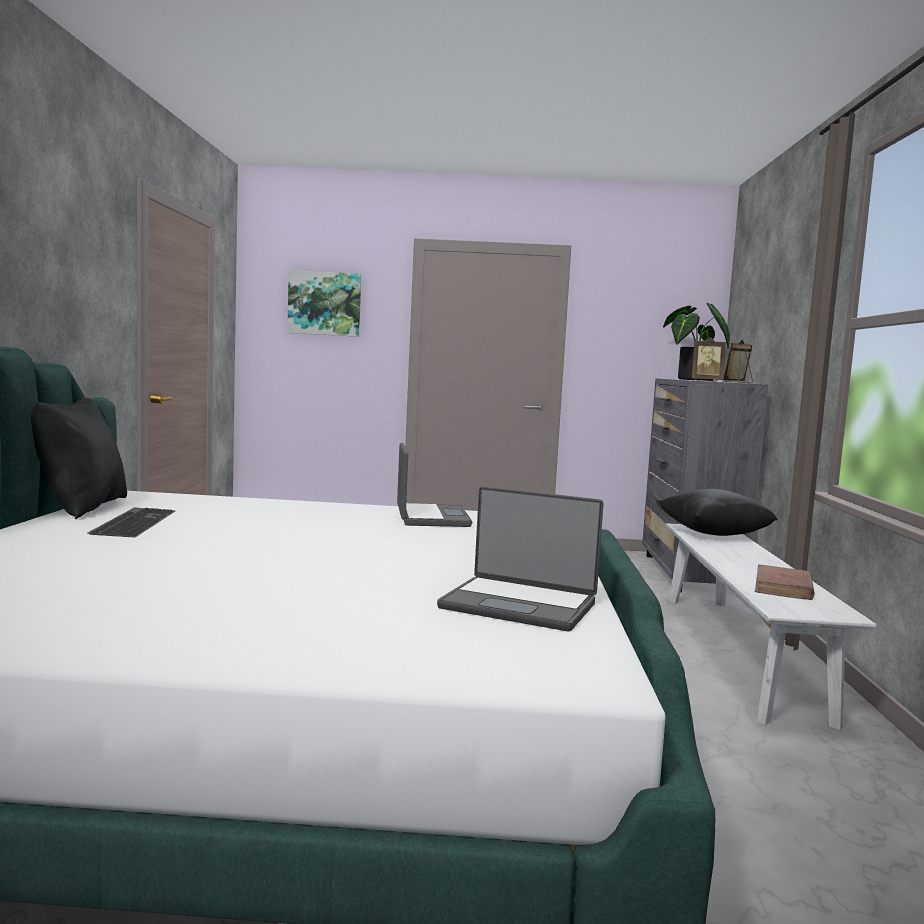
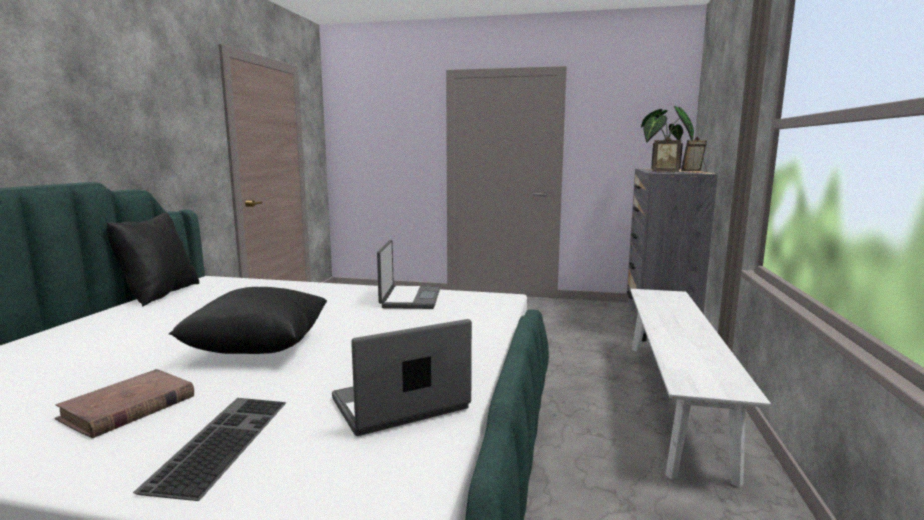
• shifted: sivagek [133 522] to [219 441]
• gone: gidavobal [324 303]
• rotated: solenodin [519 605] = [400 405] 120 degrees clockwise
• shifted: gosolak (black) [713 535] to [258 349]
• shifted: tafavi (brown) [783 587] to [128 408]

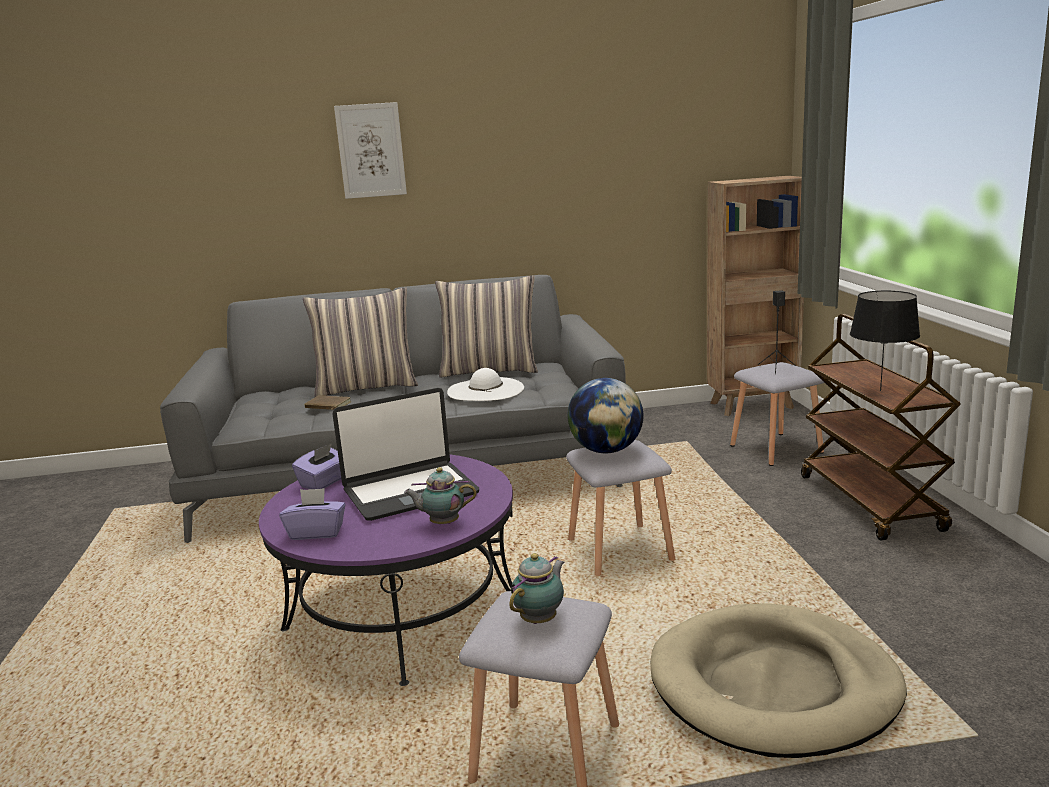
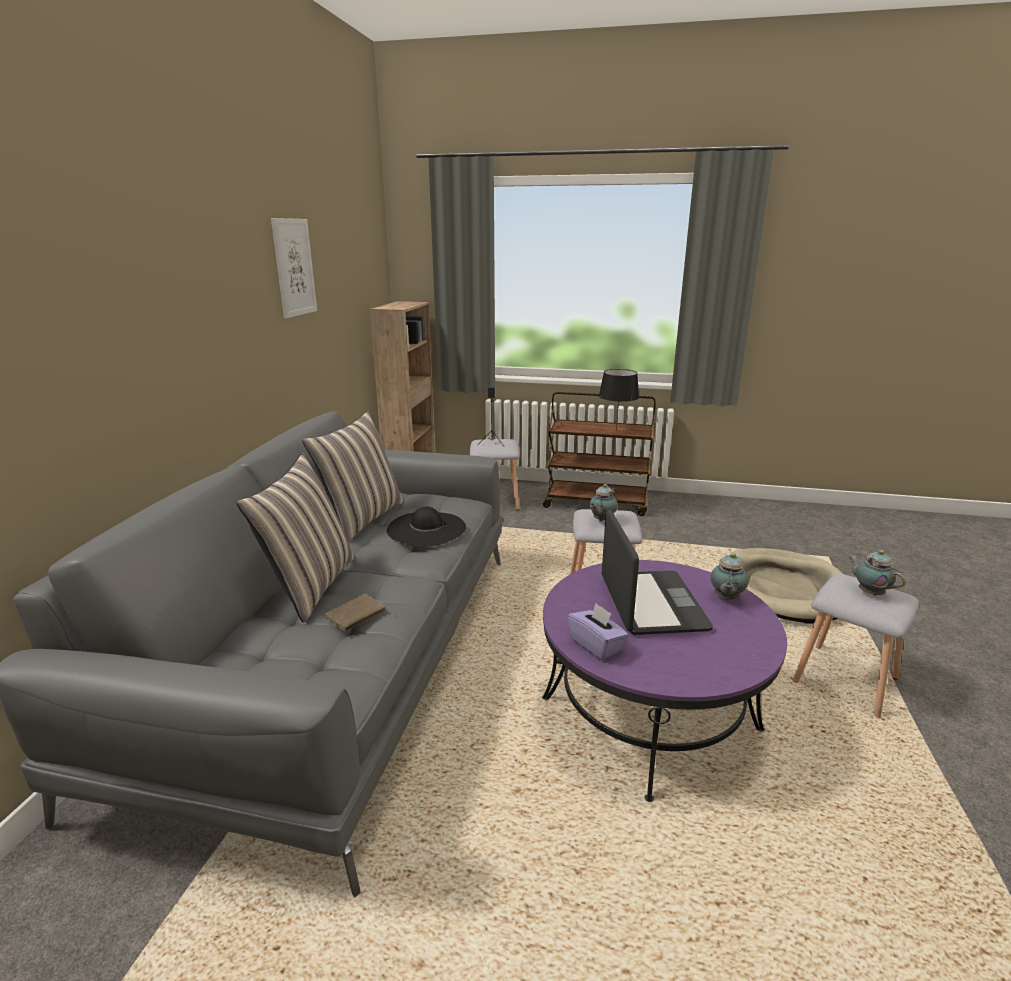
• gone: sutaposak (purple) [316 532]
• shifted: gidavobal [371 150] to [294 267]
• repainted: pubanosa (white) [485 390] to pubanosa (black) [426 528]
• swapped: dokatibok [606 450] to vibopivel [601 520]

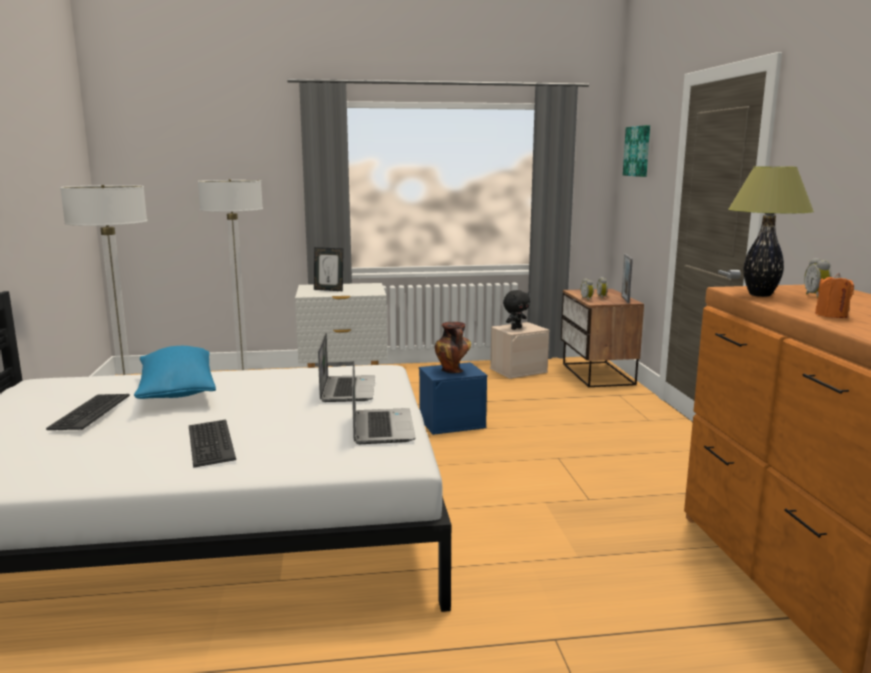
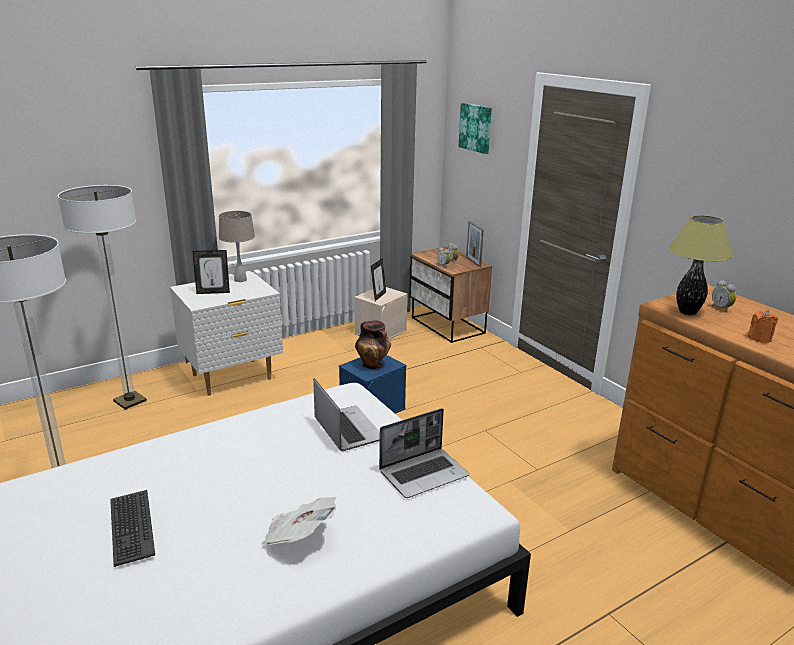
• gone: gosolak (blue) [177 391]
• swapped: sivagek [210 443] to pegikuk [299 536]
• rotated: solenodin [381 427] = [424 473] 90 degrees clockwise
• swapped: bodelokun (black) [515 328] to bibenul [378 296]
• new: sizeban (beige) [240 279]

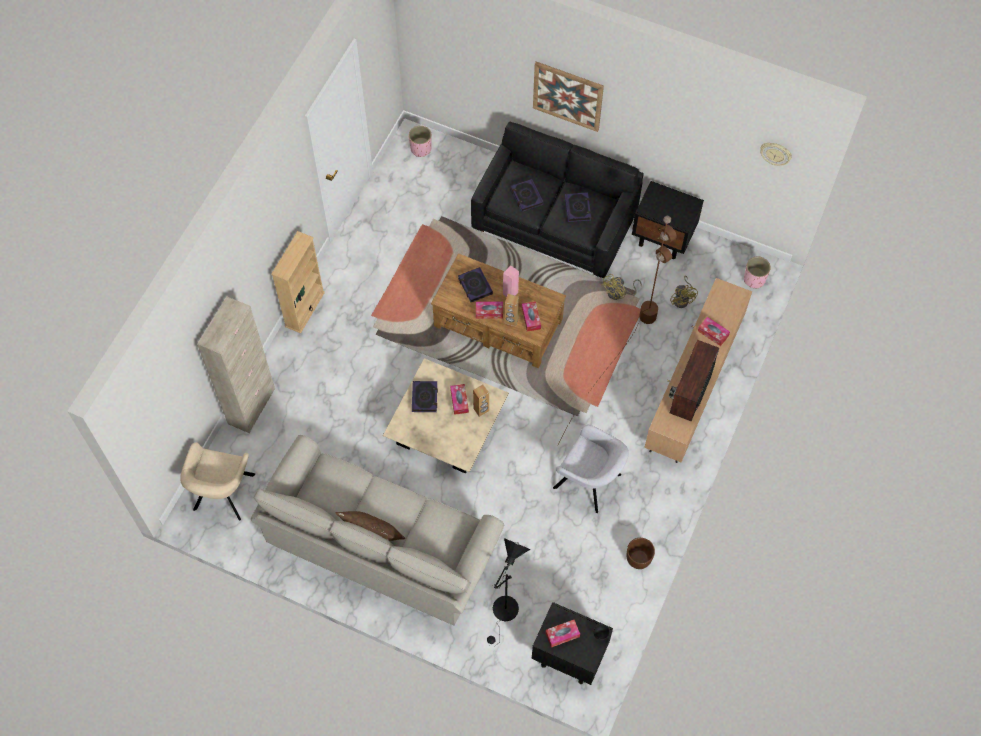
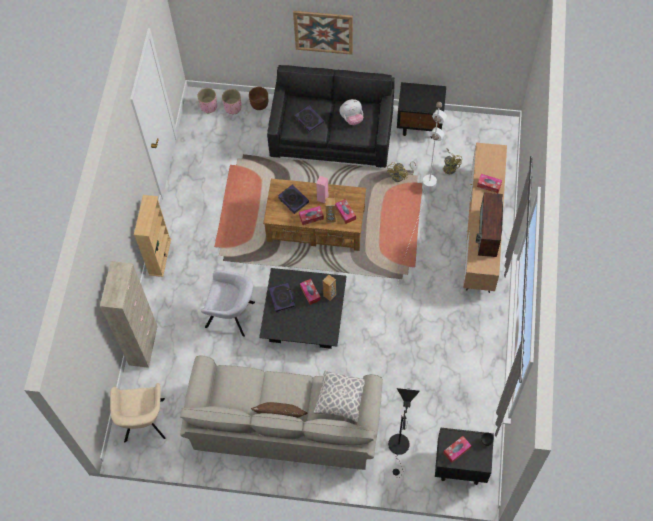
• repainted: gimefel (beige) [446 427] to gimefel (black) [304 317]
• shifted: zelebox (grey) [589 482] to [232 315]
• repainted: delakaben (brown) [622 350] to delakaben (white) [418 219]
• swapped: tafavi [577 208] to bodelokun [351 118]
• shifted: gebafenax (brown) [639 558] to [259 104]
• shifted: gebafenax (pink) [754 279] to [233 107]
• gone: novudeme [775 153]
• new: gosolak [341 400]

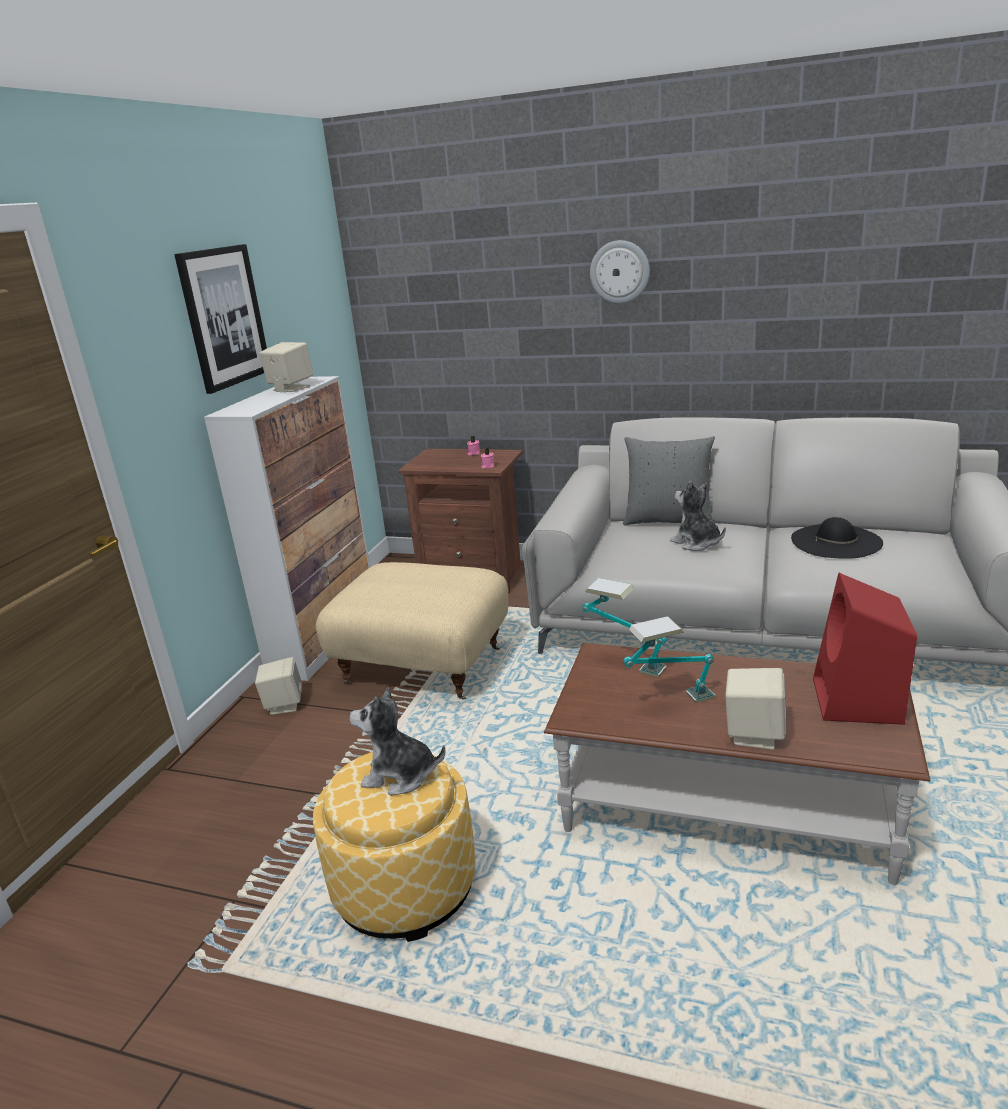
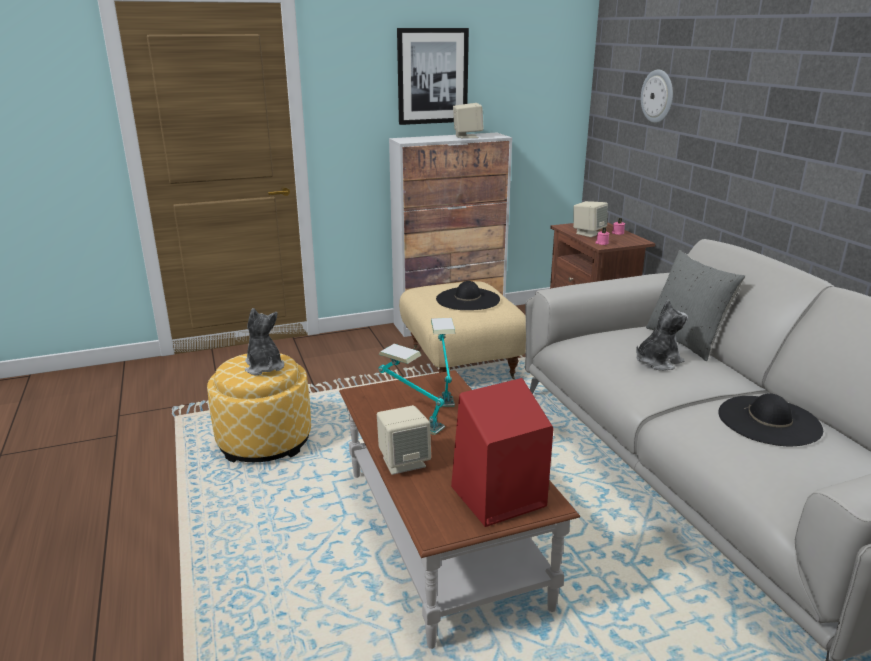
• shifted: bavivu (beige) [283 705] to [588 233]
• shifted: novudeme [619 272] to [658 96]
• rotated: bodelokun [696 543] = [657 362] 45 degrees clockwise
• new: pubanosa (black) [468 299]

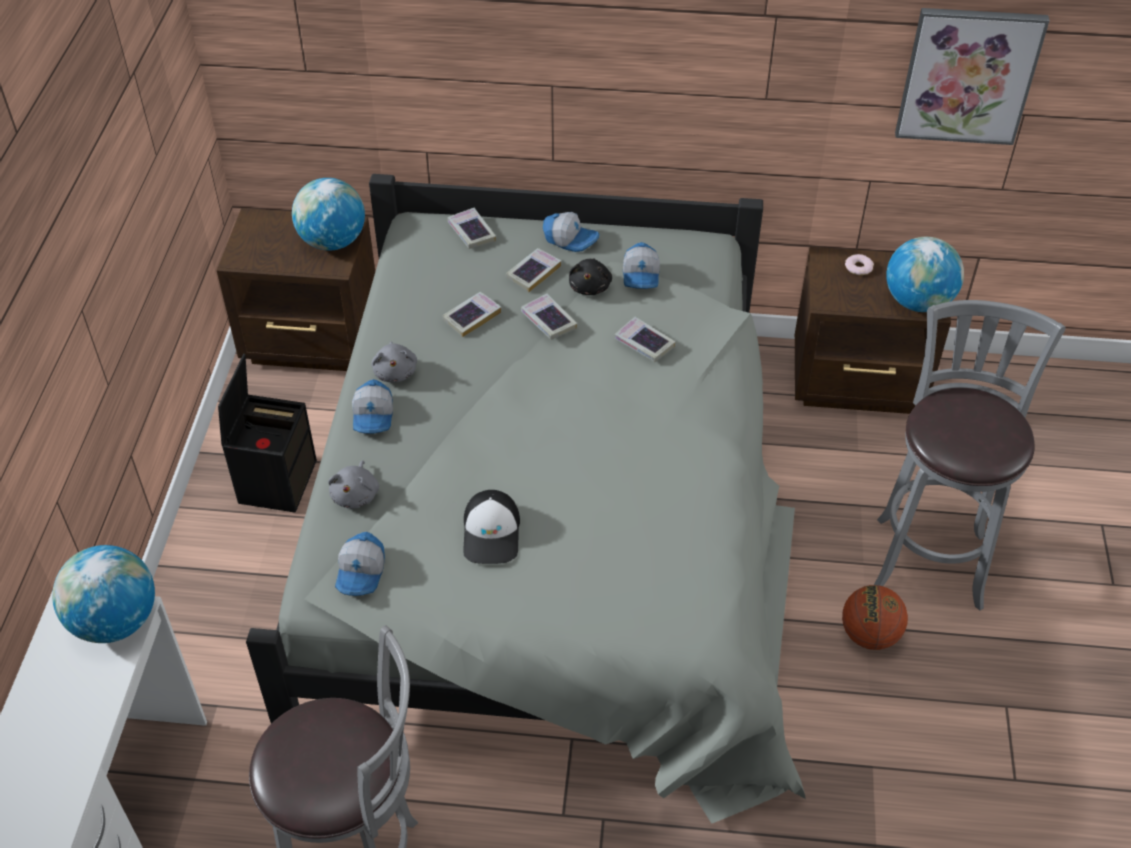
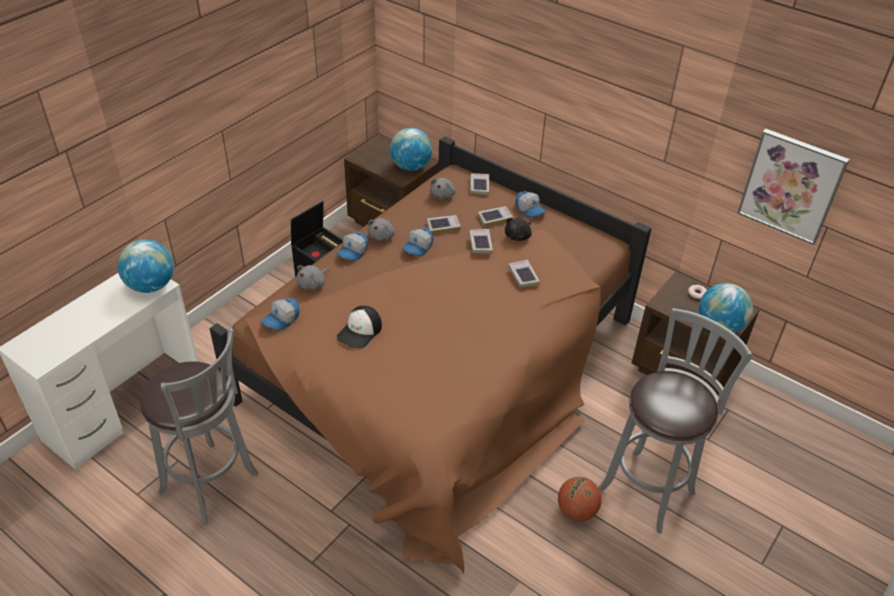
• repainted: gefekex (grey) [555 531] to gefekex (brown) [441 370]
• shifted: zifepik [642 275] to [418 247]
• new: bodelokun (grey) [443 195]

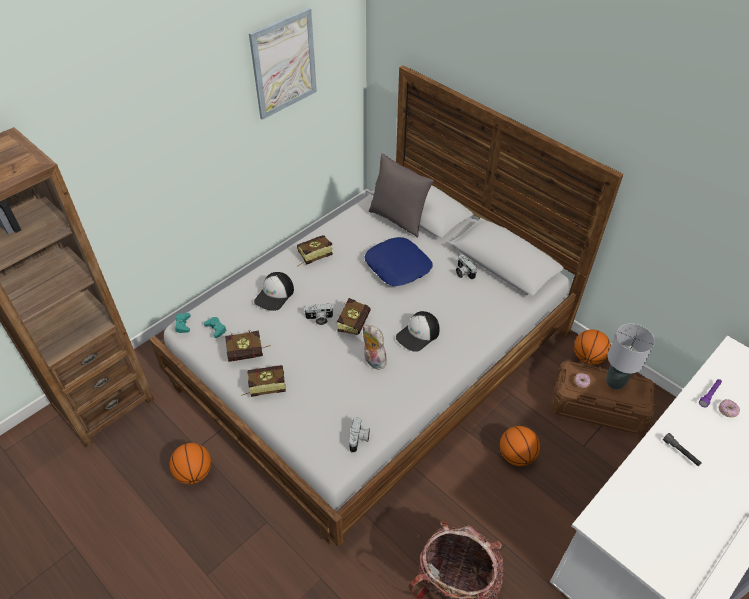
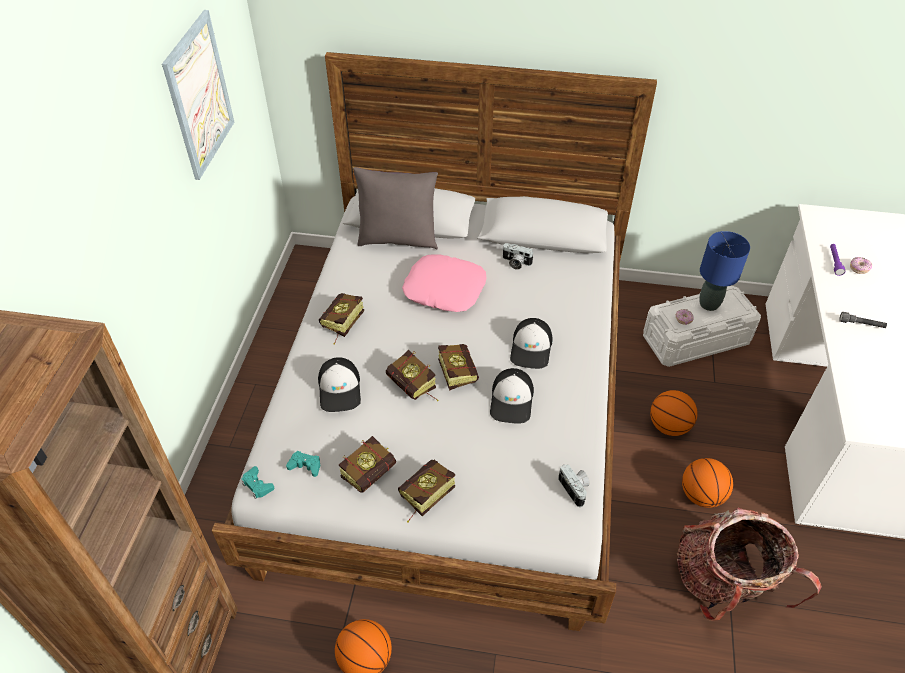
• swapped: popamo [319 319] to tafavi [415 388]
• swapped: bodelokun [373 360] to zifepik [512 400]
• repainted: gosolak (blue) [398 266] to gosolak (pink) [445 289]
• repainted: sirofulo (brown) [597 407] to sirofulo (white) [695 339]
• shifted: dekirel [588 357] to [701 495]
• repainted: sizeban (grey) [614 382] to sizeban (blue) [708 304]

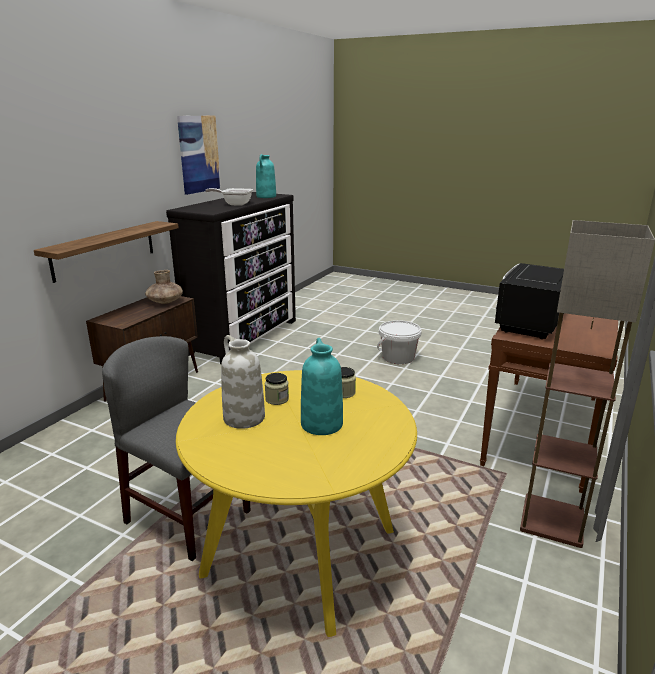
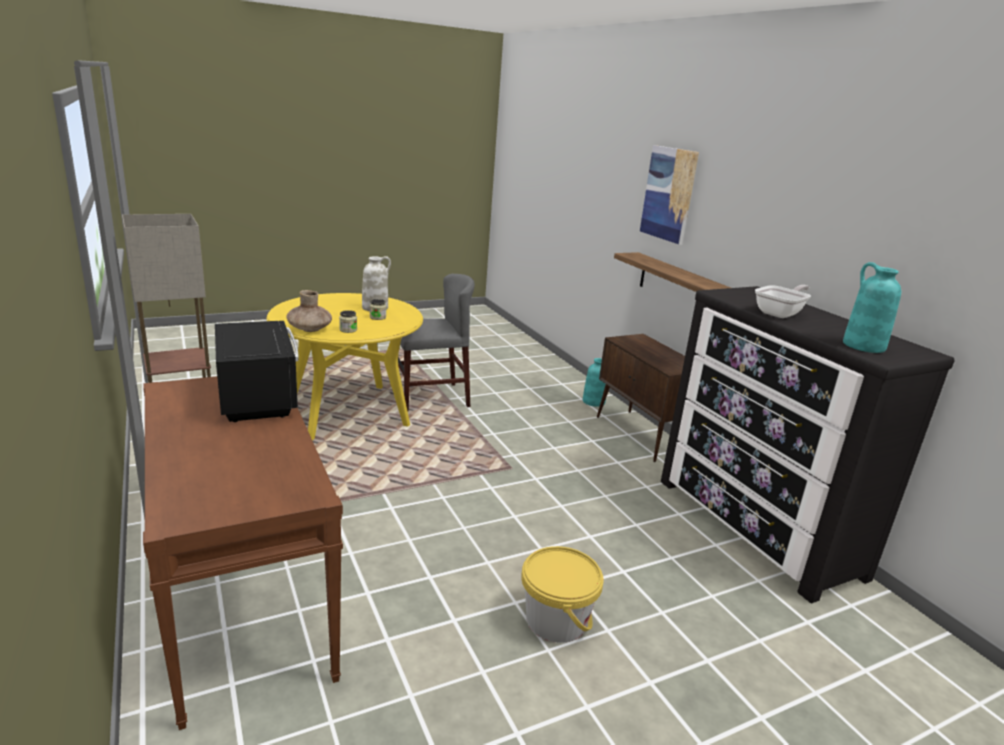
• shifted: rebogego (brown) [165 302] to [310 329]
• shifted: gidavobal [199 154] to [668 194]
• shifted: rebogego (turquoise) [321 424] to [594 401]
• repainted: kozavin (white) [398 357] to kozavin (yellow) [556 620]

